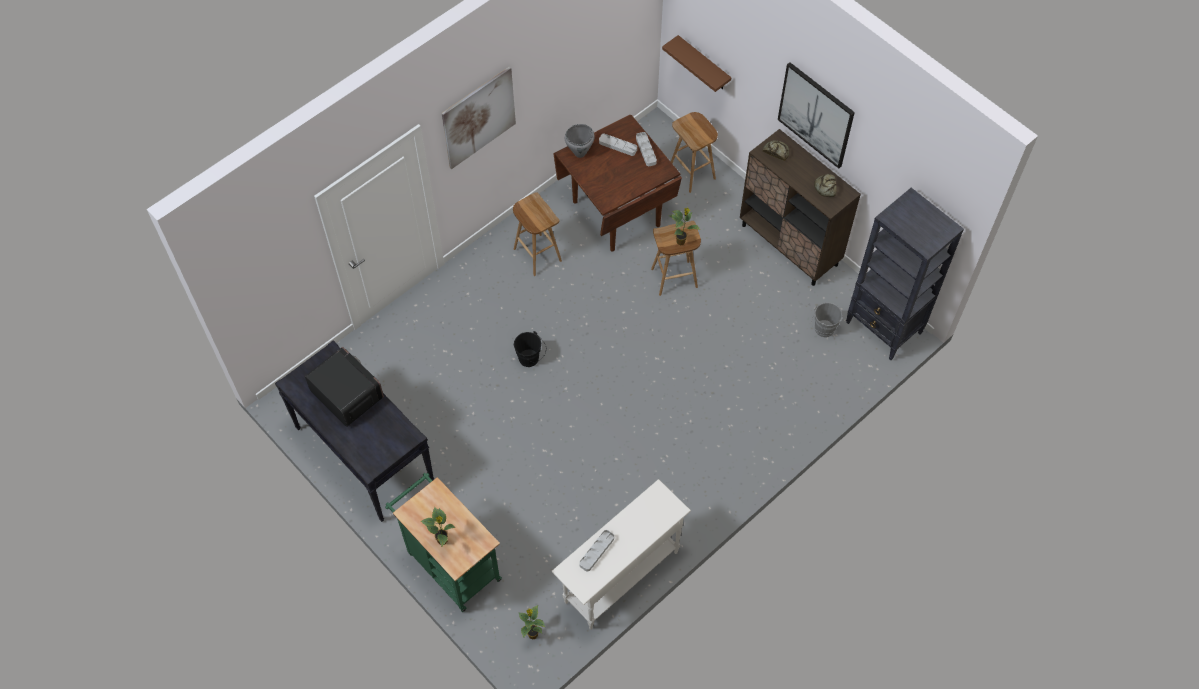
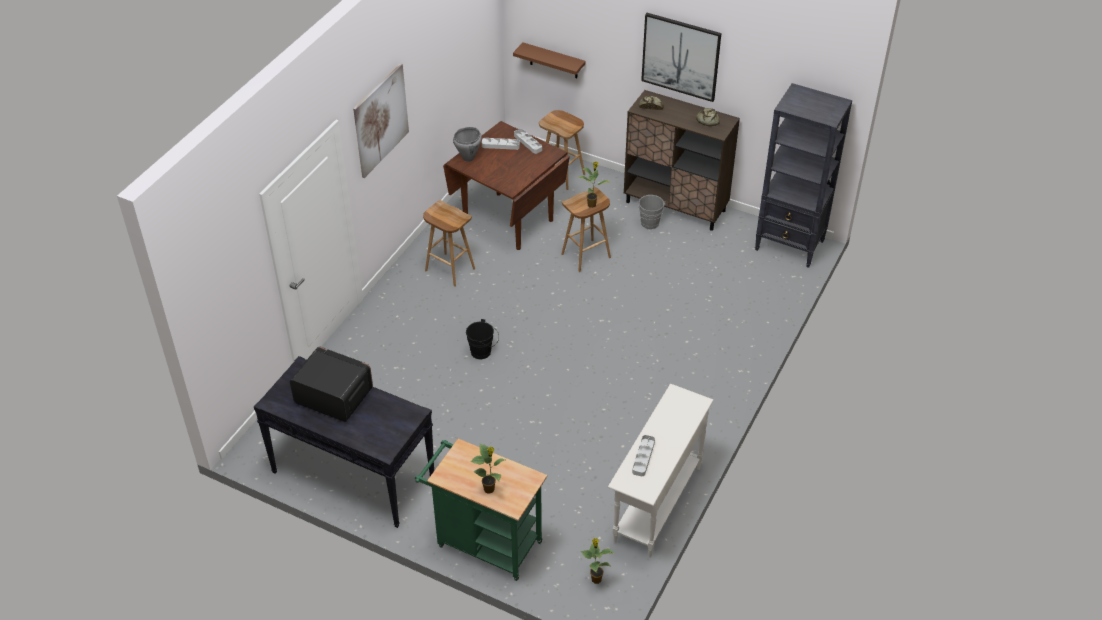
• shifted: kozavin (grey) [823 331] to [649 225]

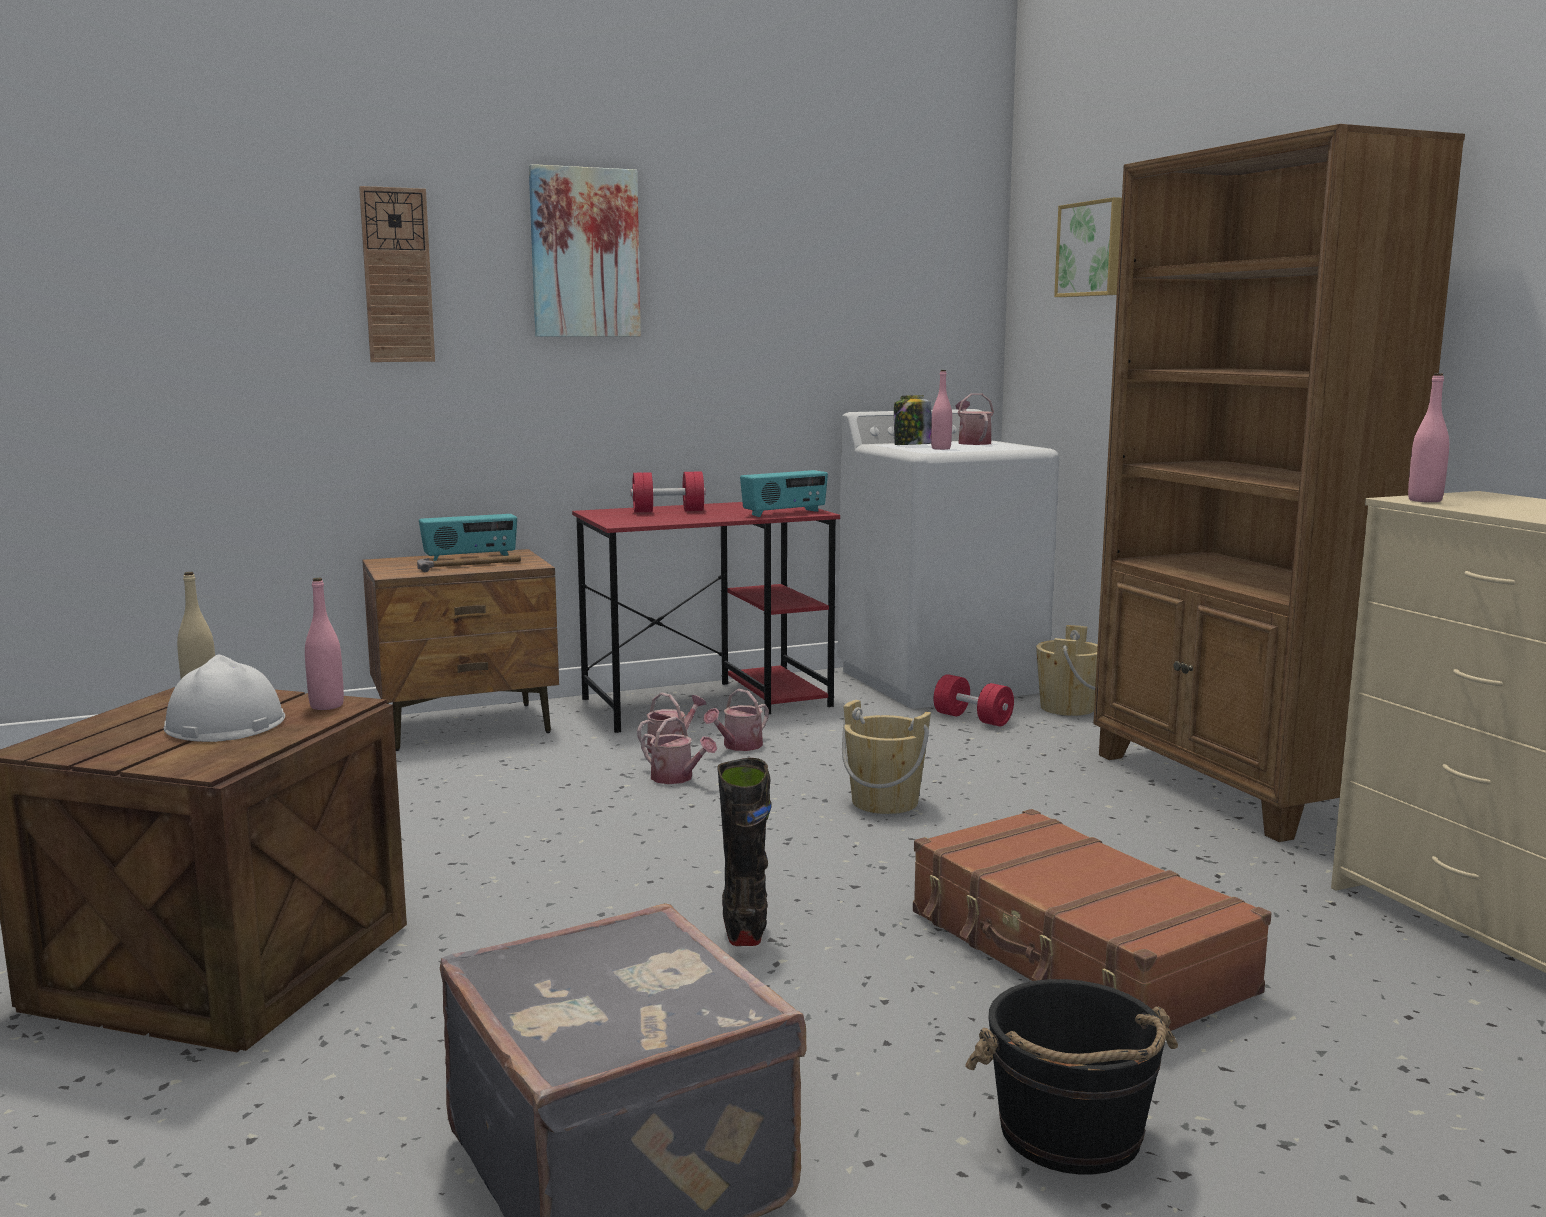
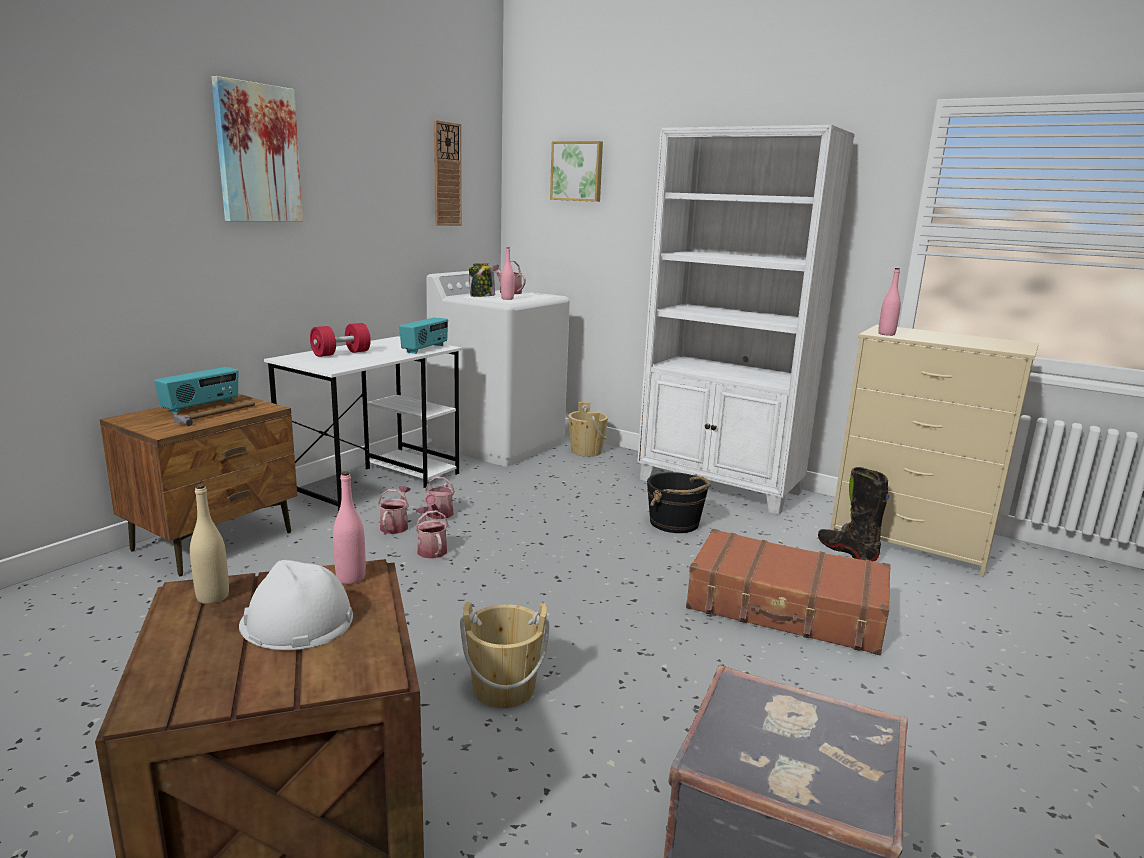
• shifted: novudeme [397 276] to [447 174]
• repainted: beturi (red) [708 702] to beturi (white) [375 485]
• rotated: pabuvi [677 778] = [430 549] 120 degrees counterclockwise
• shifted: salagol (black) [744 923] to [847 551]
• shifted: kozavin (beige) [884 802] to [504 688]
• gone: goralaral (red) [972 719]
• shifted: kozavin (black) [1071 1134] to [675 523]
• repainted: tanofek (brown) [1231 787] to tanofek (white) [720 487]

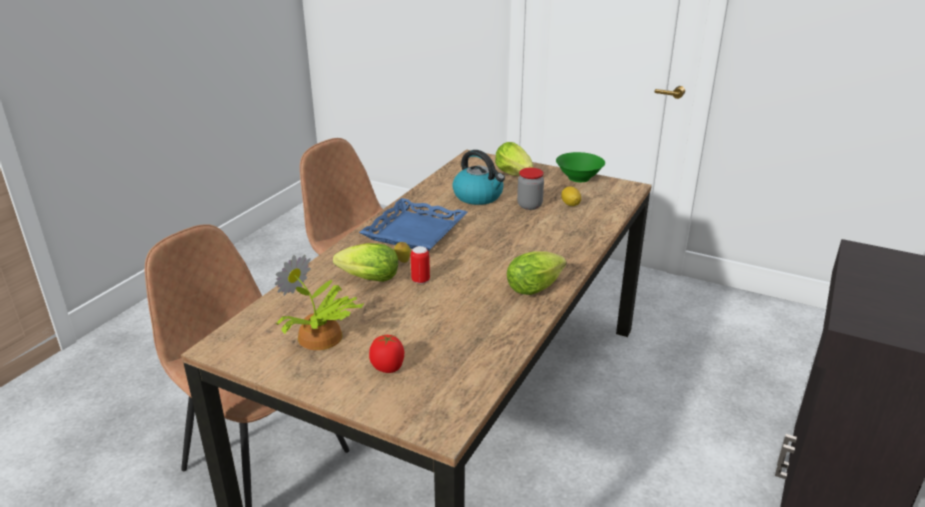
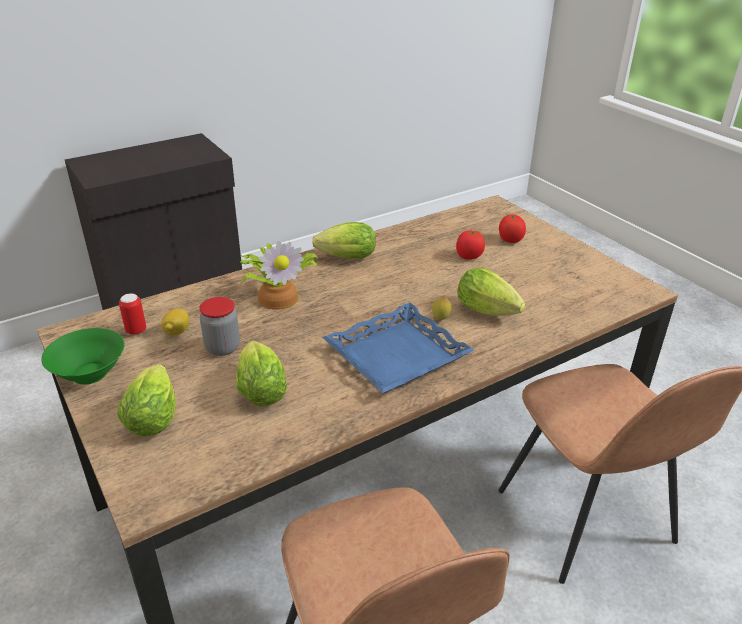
• shifted: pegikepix [320 338] to [279 296]
• shifted: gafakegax [420 280] to [136 331]
• swapped: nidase [479 196] to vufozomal [260 388]
• new: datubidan [469 256]

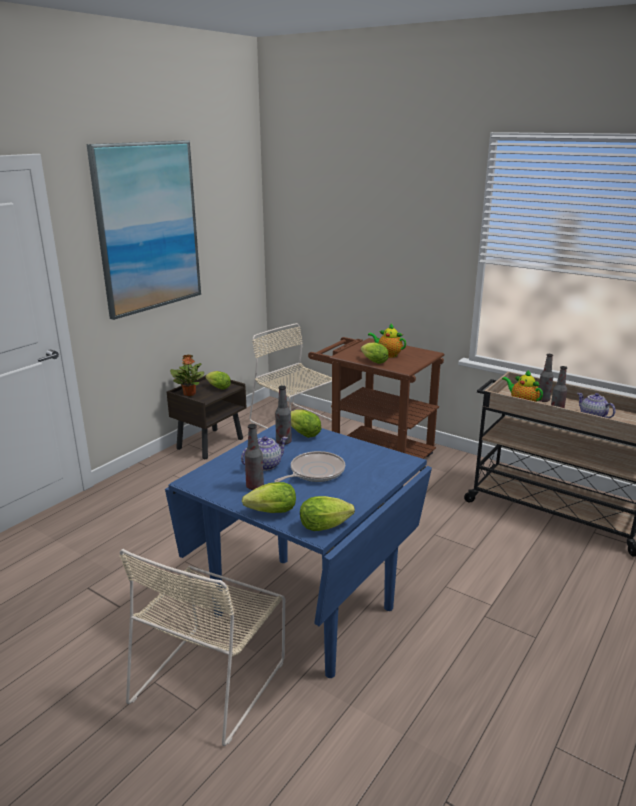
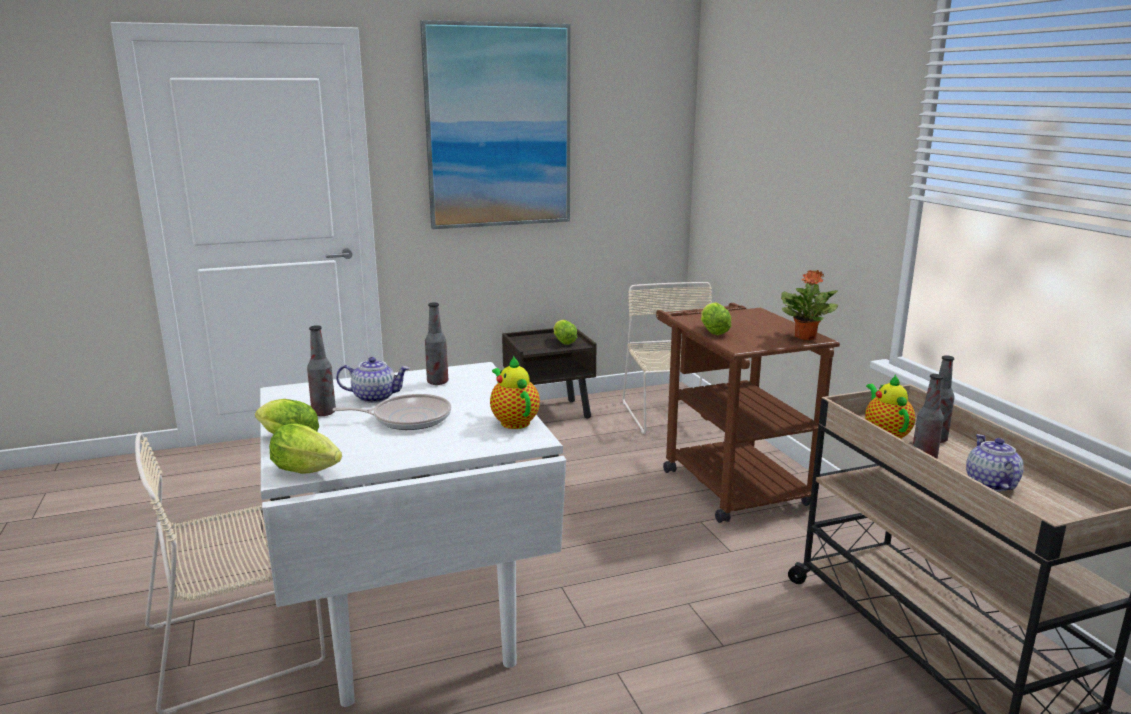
• repainted: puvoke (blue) [303 612] to puvoke (white) [411 621]
• shifted: pegikepix [189 393] to [805 337]
• gone: vufozomal [302 433]
• shifted: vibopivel [388 355] to [513 421]

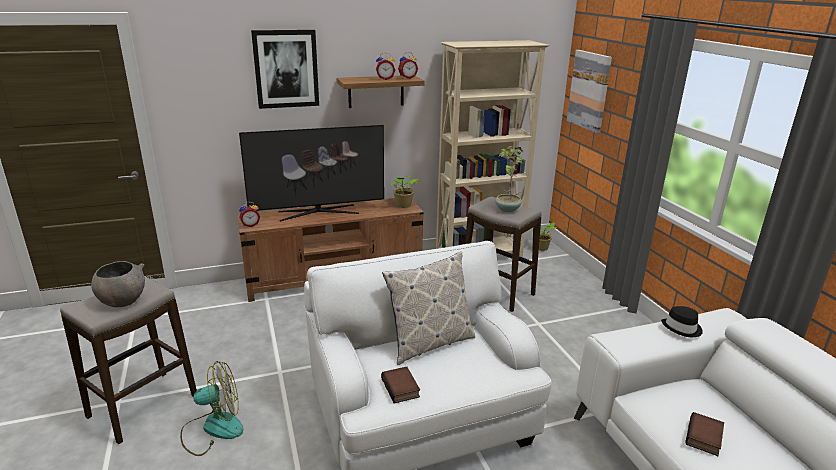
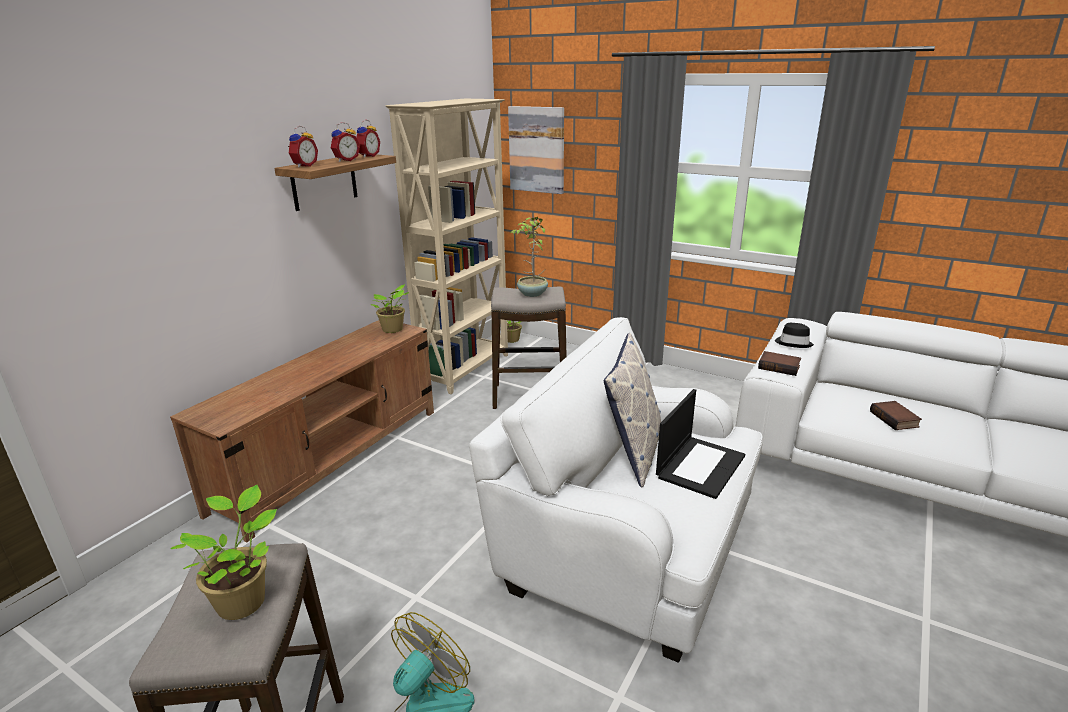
• swapped: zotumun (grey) [122 301] to pegikepix [243 600]
• gone: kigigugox [318 212]
• shifted: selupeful [250 225] to [304 166]
• gone: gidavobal [286 69]
• shifted: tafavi [401 388] to [779 367]
• new: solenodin [700 466]

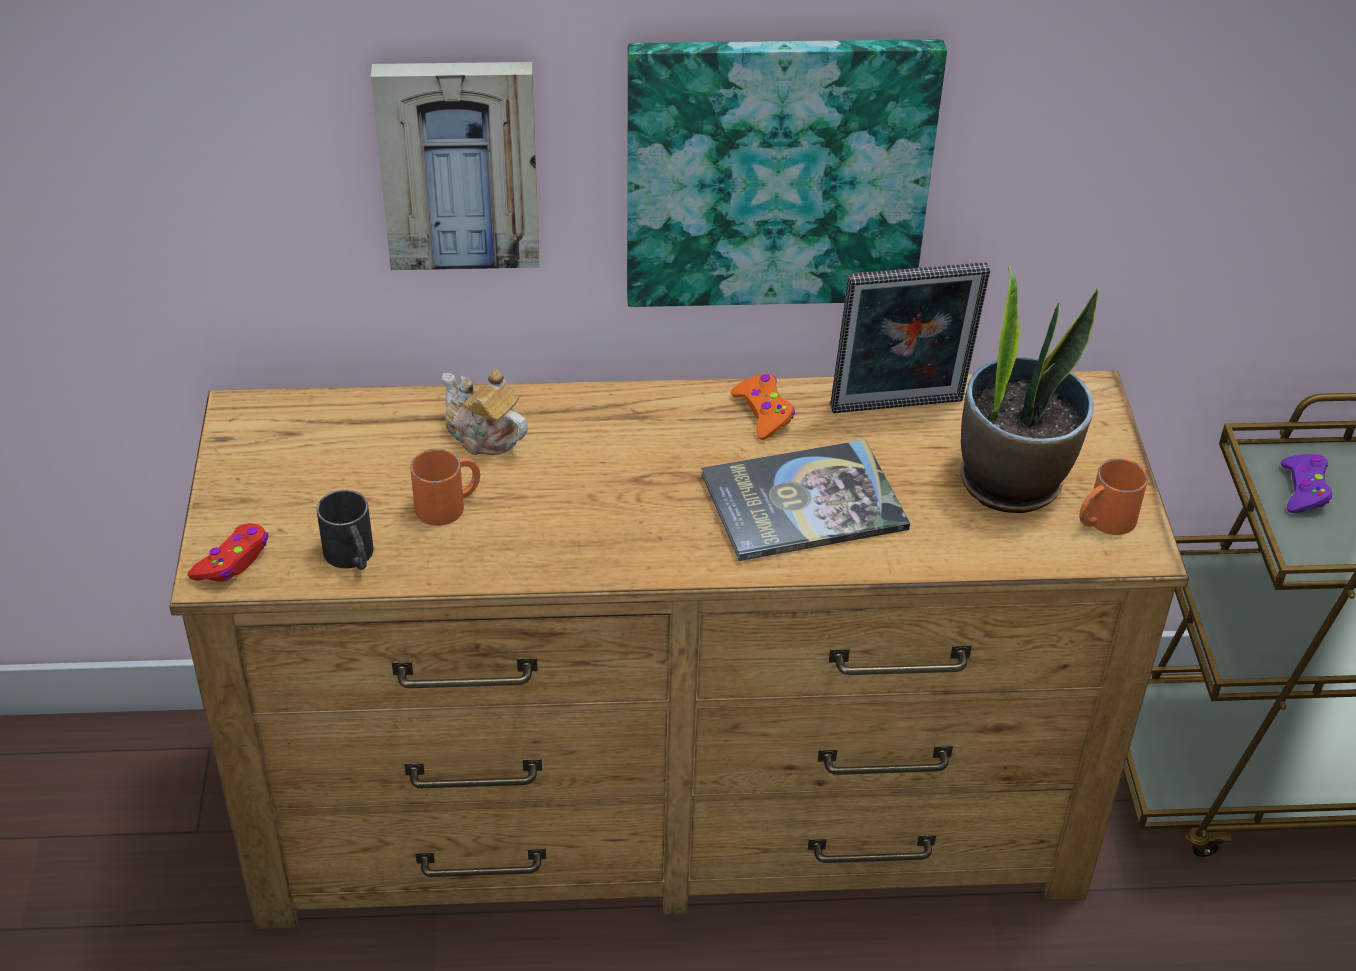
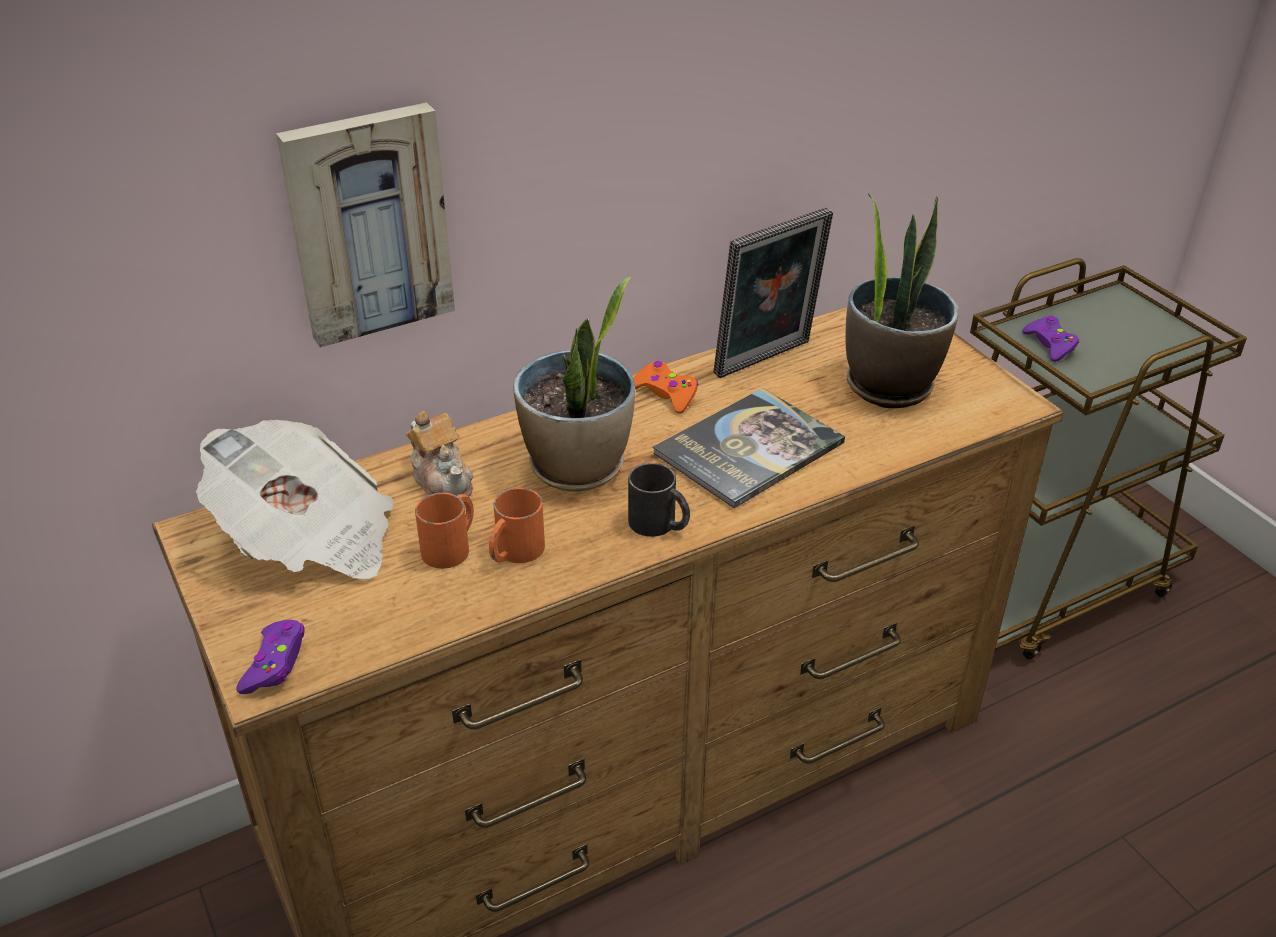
• repainted: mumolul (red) [233 561] to mumolul (purple) [275 663]
• shifted: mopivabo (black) [352 557] to [660 525]
• rotated: vibopivel [483 435] = [443 481] 135 degrees counterclockwise
• gone: gidavobal [777 172]
• shifted: mopivabo (orange) [1103 521] to [514 552]
• new: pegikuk [308 538]
• new: pegikepix [578 467]

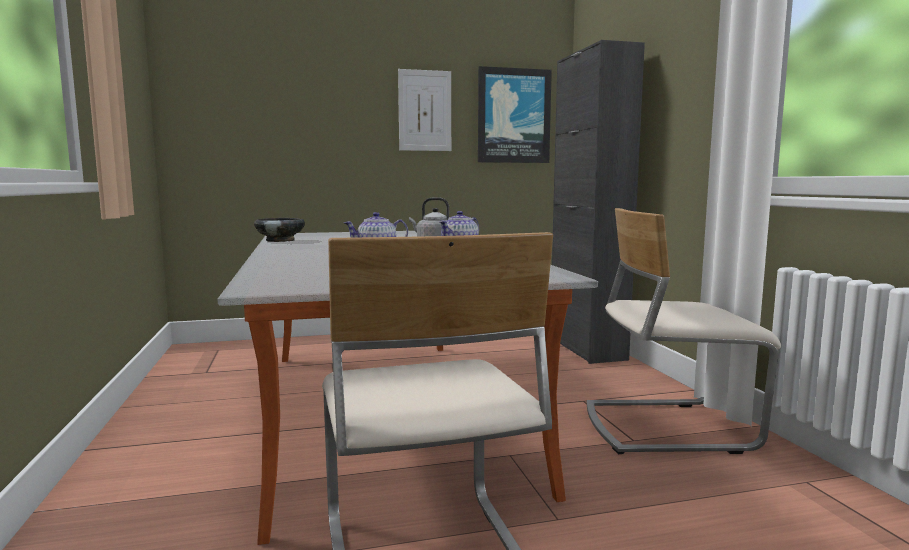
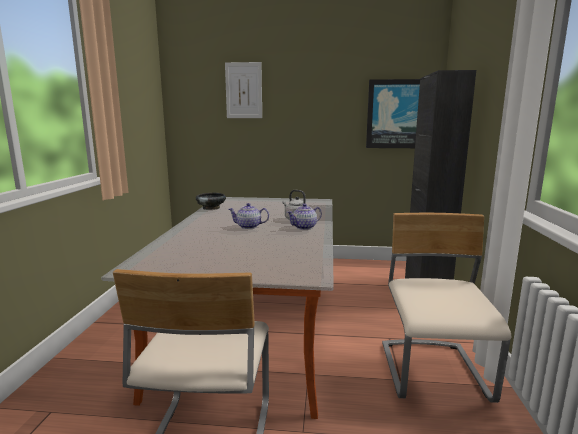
• shifted: gidavobal [425 111] to [243 90]
• rotated: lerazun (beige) [666 426] = [434 373] 75 degrees clockwise

